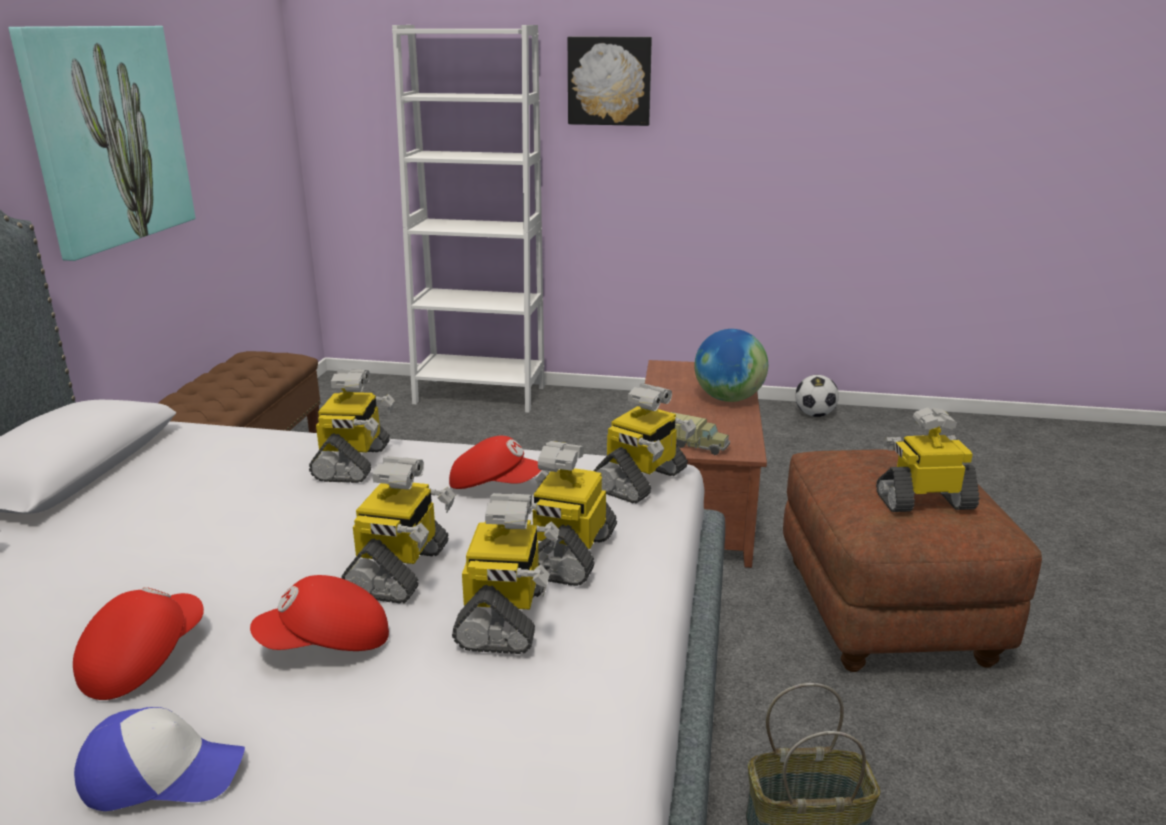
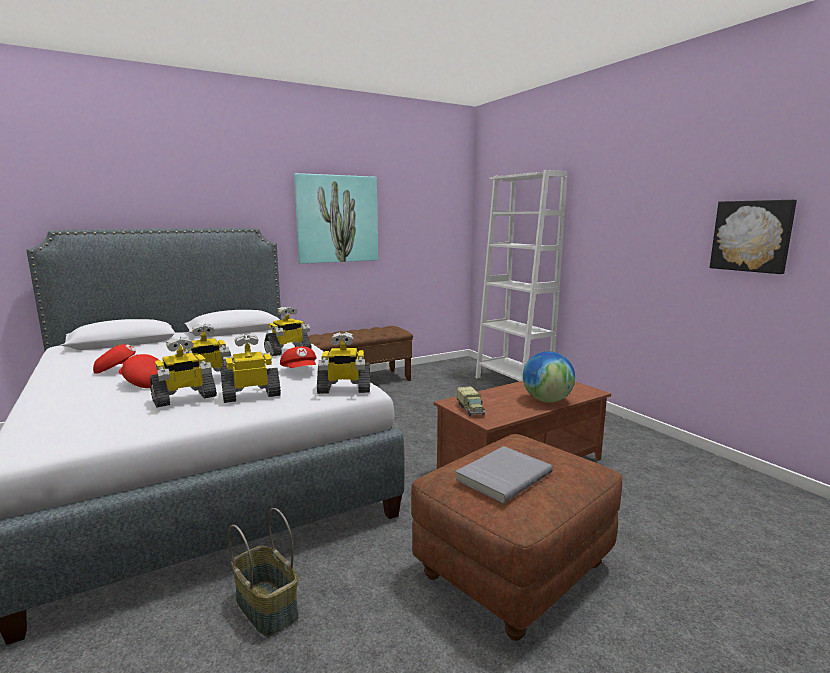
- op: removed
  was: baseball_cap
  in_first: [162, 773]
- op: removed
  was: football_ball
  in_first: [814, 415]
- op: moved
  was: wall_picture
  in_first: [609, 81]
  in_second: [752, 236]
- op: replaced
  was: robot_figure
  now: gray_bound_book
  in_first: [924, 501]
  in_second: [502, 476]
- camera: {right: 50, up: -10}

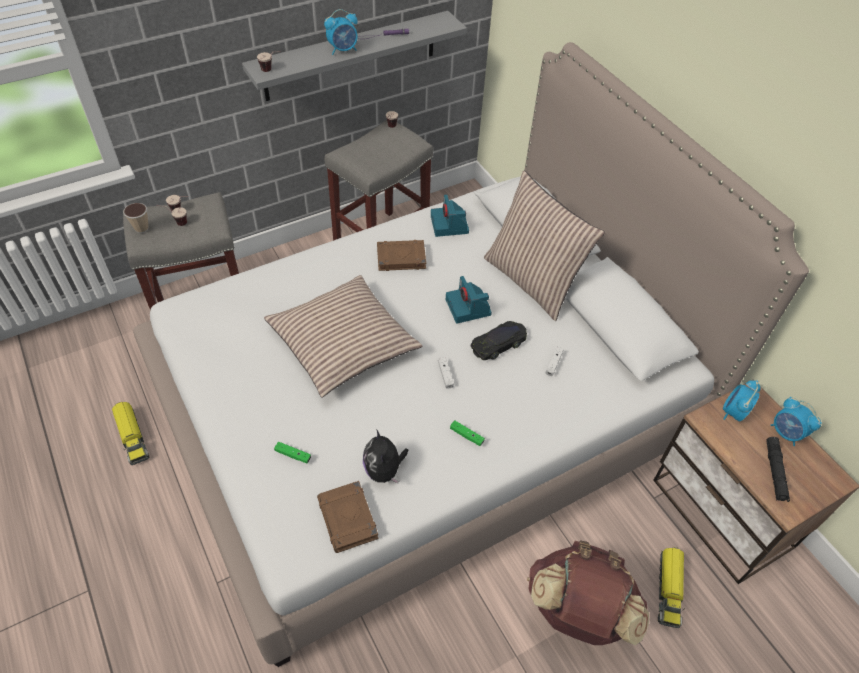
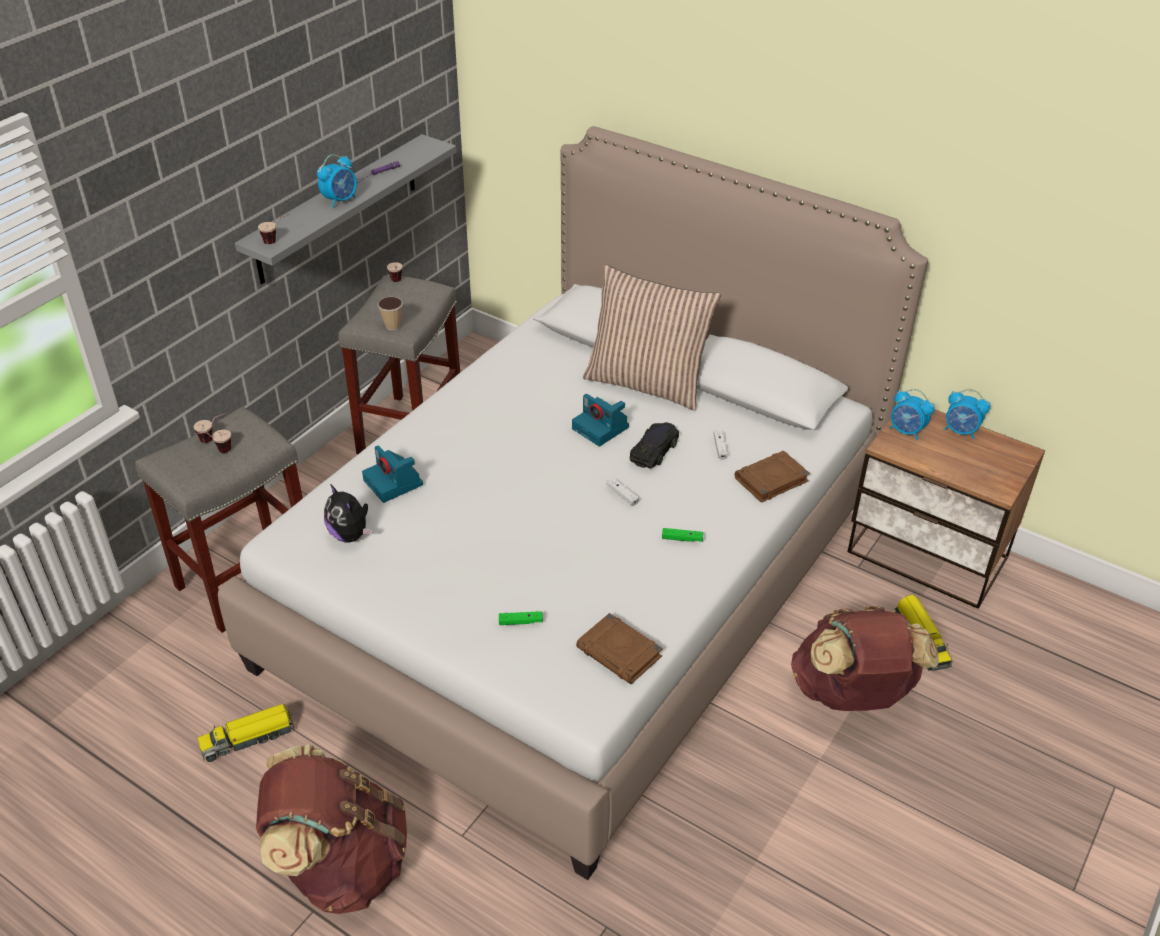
- op: removed
  was: cushion
  in_first: [343, 343]
- op: removed
  was: black_flashlight
  in_first: [775, 472]
- op: added
  now: brown_backpack
  in_second: [341, 865]
- op: moved
  was: cup
  in_first: [141, 228]
  in_second: [392, 326]
- op: moved
  was: cuddly_toy
  in_first: [384, 470]
  in_second: [350, 535]
- op: moved
  was: brown_bound_book
  in_first: [400, 258]
  in_second: [771, 480]
- op: moved
  was: still_camera
  in_first: [450, 225]
  in_second: [394, 483]
- op: turned
  was: model_truck
  in_first: [132, 436]
  in_second: [248, 738]
  clockwise: 120
- op: turned
  was: alarm_clock
  in_first: [733, 412]
  in_second: [906, 431]
  clockwise: -60
- camera: {right: -25, up: -10}

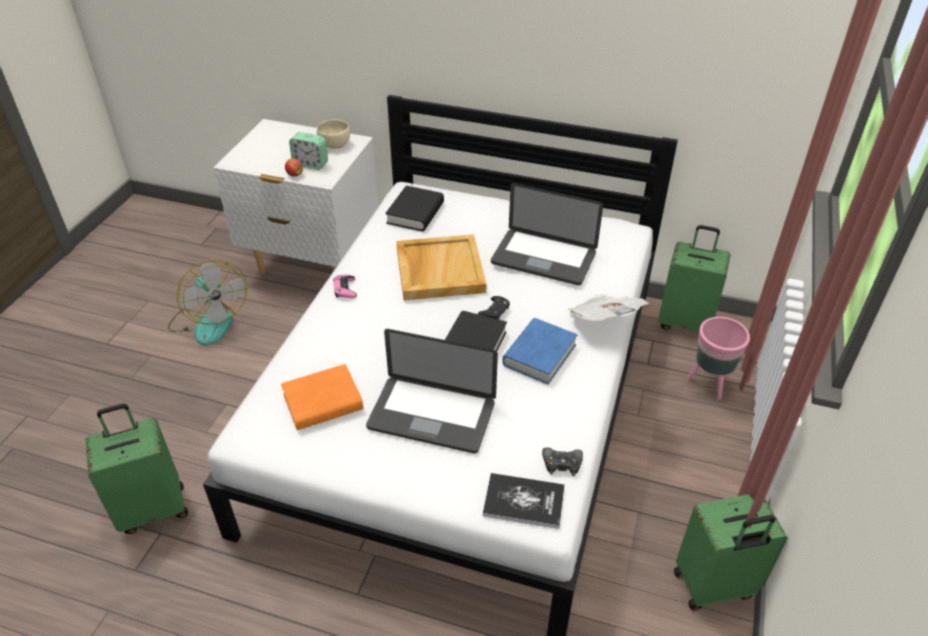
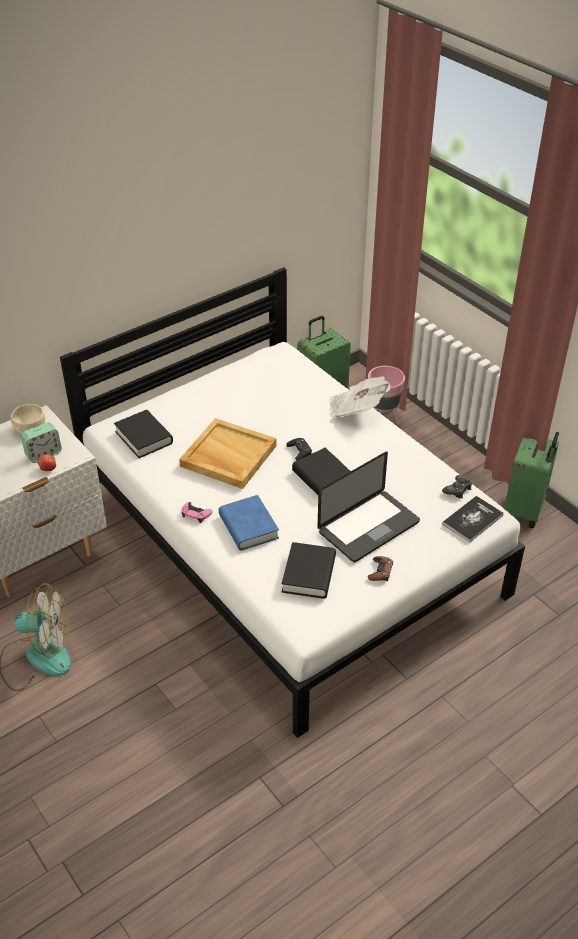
- op: removed
  was: green-coloured_piece_of_luggage
  in_first: [153, 508]
- op: removed
  was: notebook_computer
  in_first: [543, 258]
- op: added
  now: brown_gamepad
  in_second: [380, 571]
- op: moved
  was: blue-coloured_bound_book
  in_first: [539, 355]
  in_second: [248, 527]
- op: recoloured
  was: orangey_bound_book
  now: black_bound_book
  in_first: [323, 402]
  in_second: [309, 574]
- camera: {right: -55, up: 0}

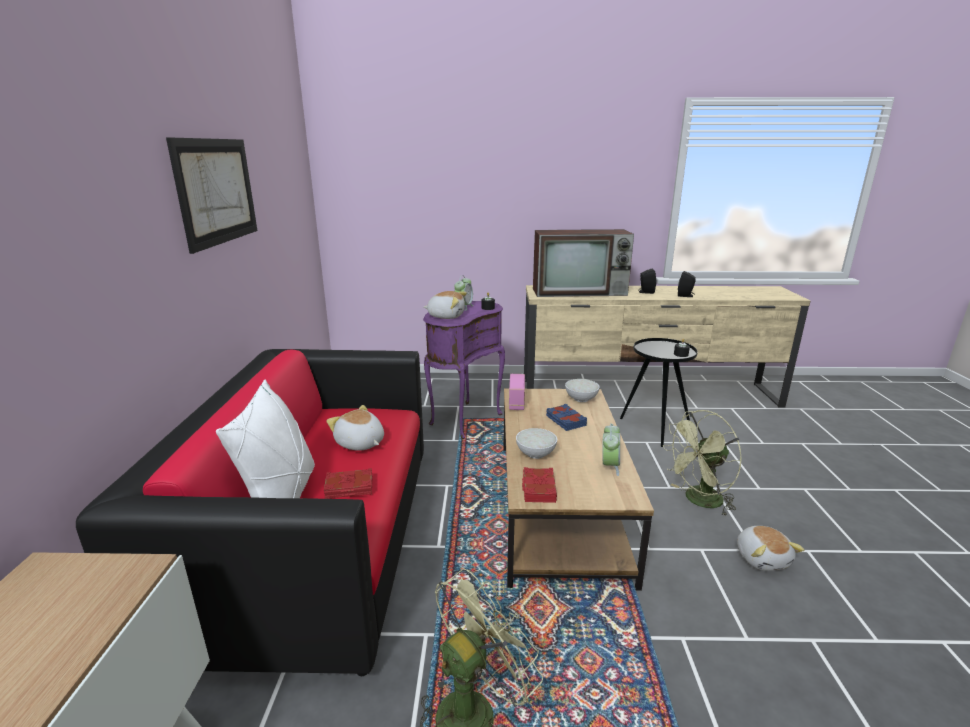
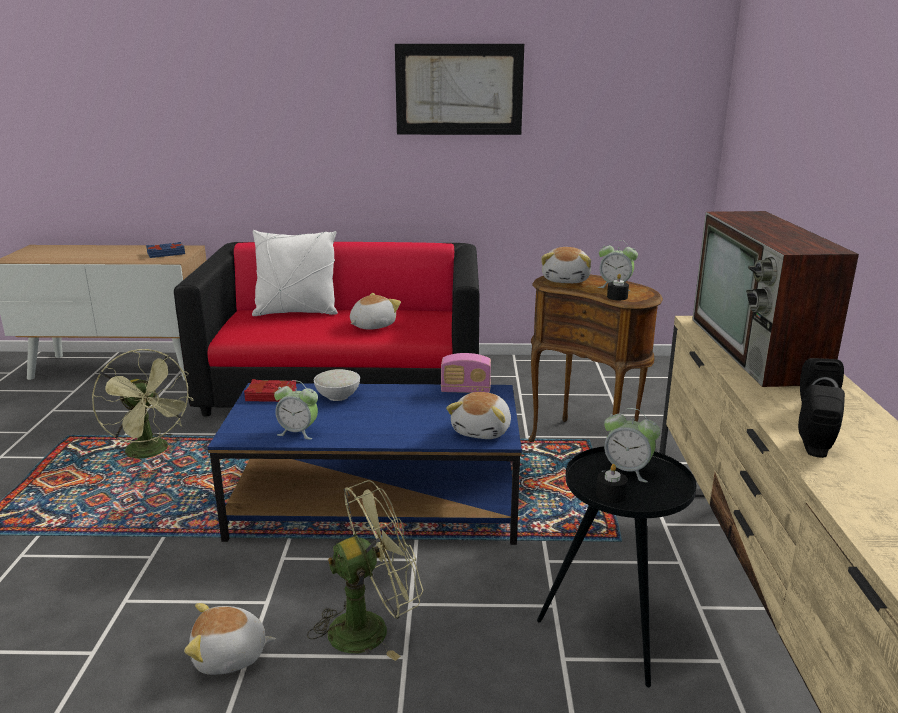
- op: removed
  was: red-coloured_bound_book
  in_first: [349, 488]
- op: added
  now: alarm_clock
  in_second: [627, 471]
- op: moved
  was: blue-coloured_bound_book
  in_first: [565, 421]
  in_second: [166, 253]
- op: replaced
  was: white-coloured_serving_bowl
  now: cuddly_toy
  in_first: [581, 398]
  in_second: [482, 431]
- op: recoloured
  was: purple_accent_table
  now: brown_accent_table
  in_first: [463, 419]
  in_second: [587, 441]
- op: recoloured
  was: brown_low_table
  now: blue-coloured_low_table
  in_first: [558, 506]
  in_second: [376, 502]
- op: turned
  was: green-coloured_cooling_fan
  in_first: [698, 501]
  in_second: [370, 627]
  clockwise: 90
- camera: {right: 90, up: 0}

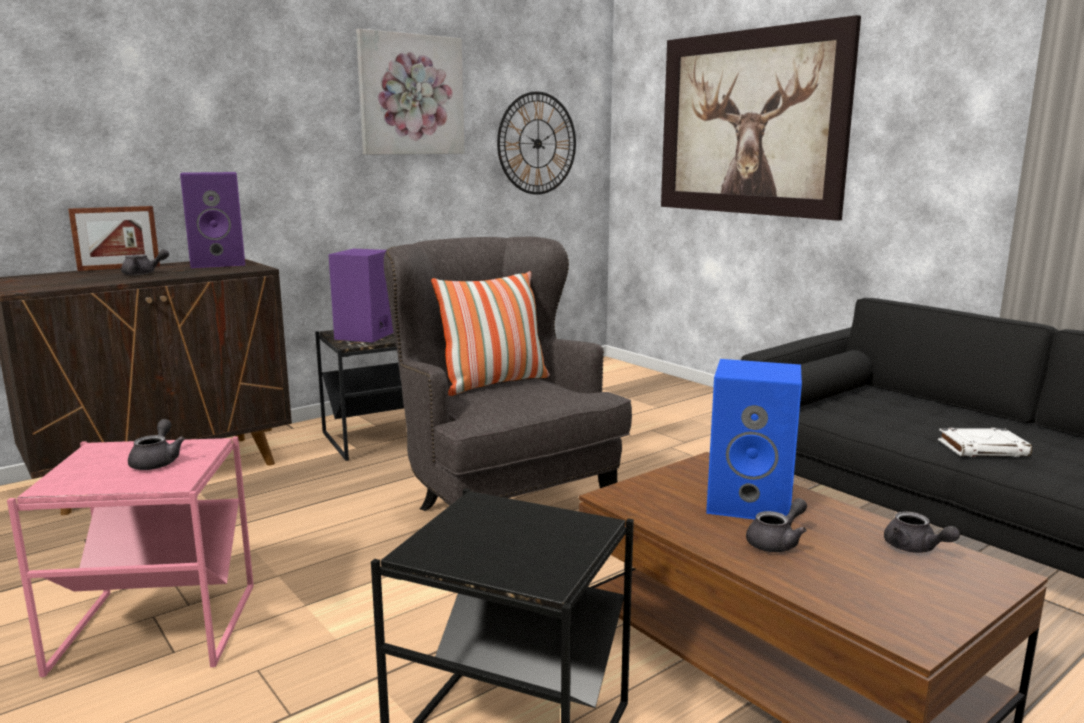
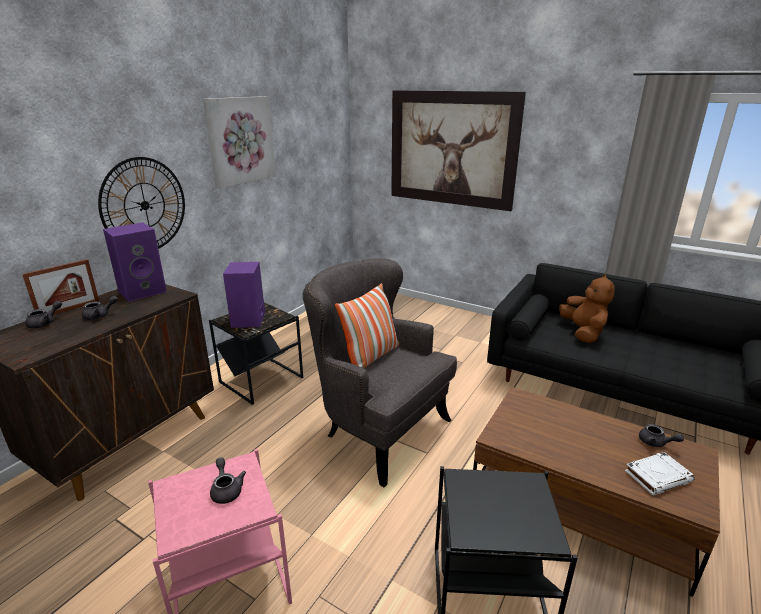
- op: removed
  was: blue-coloured_speaker
  in_first: [751, 503]
- op: added
  now: brown_cuddly_toy
  in_second: [583, 332]
- op: moved
  was: hanging_clock
  in_first: [537, 143]
  in_second: [144, 205]
- op: moved
  was: gray_pot_for_tea
  in_first: [777, 542]
  in_second: [45, 323]
- op: moved
  was: white-coloured_bound_book
  in_first: [983, 448]
  in_second: [658, 476]
- camera: {right: -20, up: 10}

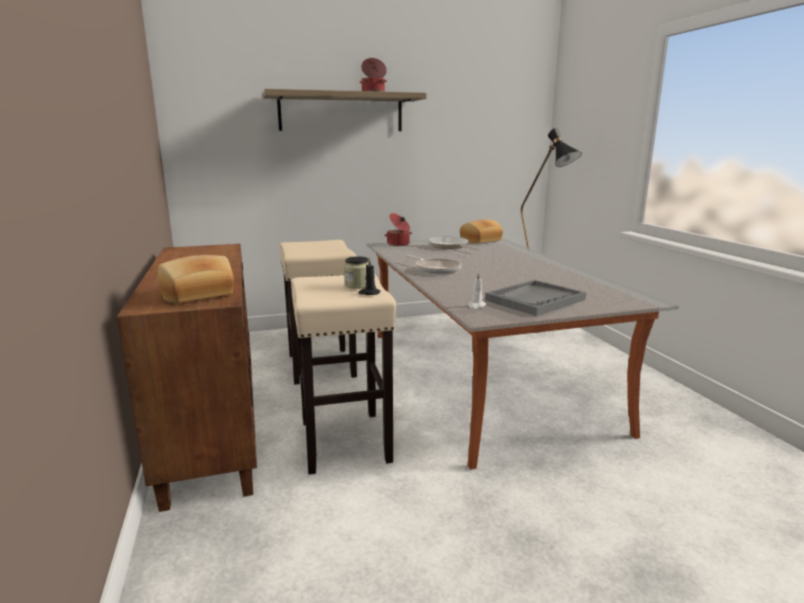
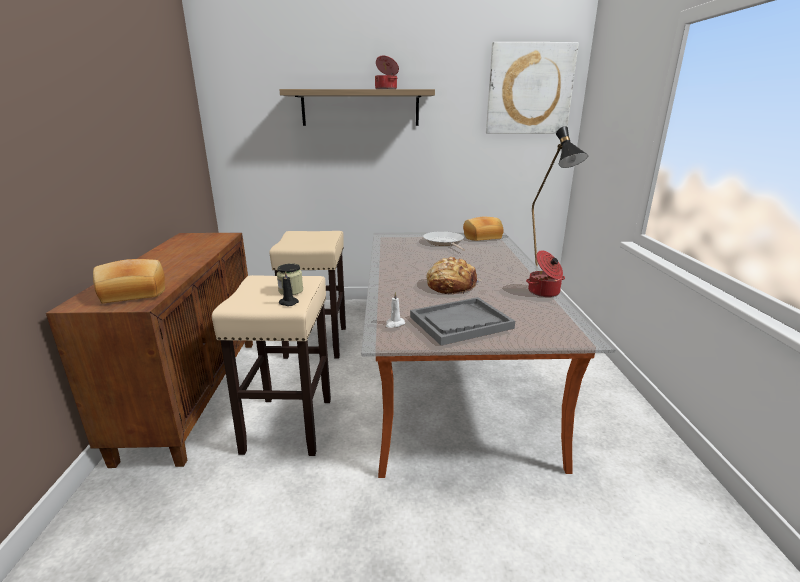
- op: removed
  was: frying_pan
  in_first: [435, 269]
- op: added
  now: bread
  in_second: [451, 285]
- op: added
  now: wall_picture
  in_second: [529, 89]
- op: moved
  was: stockpot
  in_first: [398, 244]
  in_second: [544, 292]
- camera: {right: 15, up: 5}

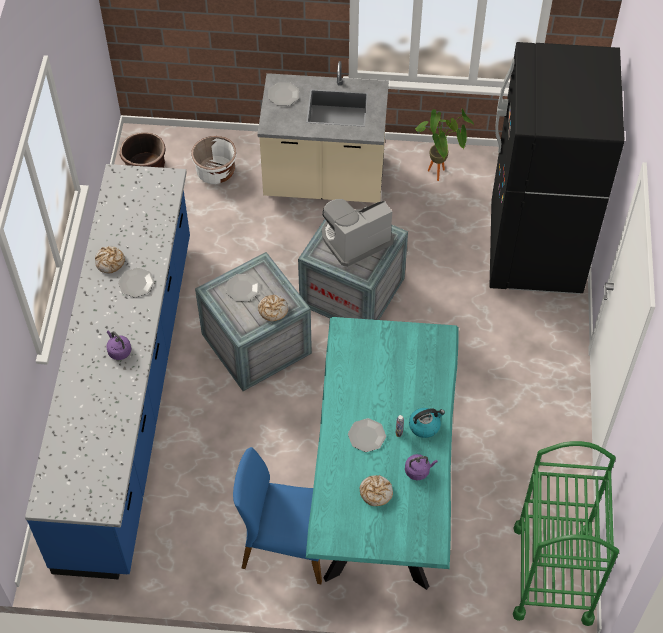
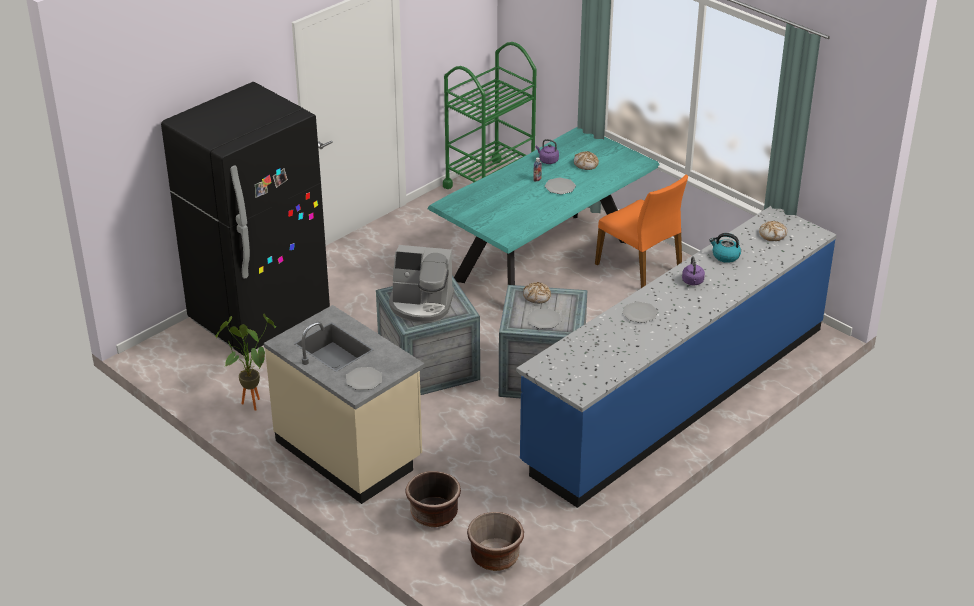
- op: moved
  was: bread
  in_first: [110, 262]
  in_second: [772, 234]
- op: moved
  was: kettle
  in_first: [425, 426]
  in_second: [725, 256]
- op: recoloured
  was: white-coloured_plant_pot
  now: brown_plant_pot
  in_first: [215, 172]
  in_second: [434, 515]
- op: recoloured
  was: blue-coloured_plain_chair
  now: orangey_plain_chair
  in_first: [286, 544]
  in_second: [640, 268]
- camera: {right: -140, up: -20}

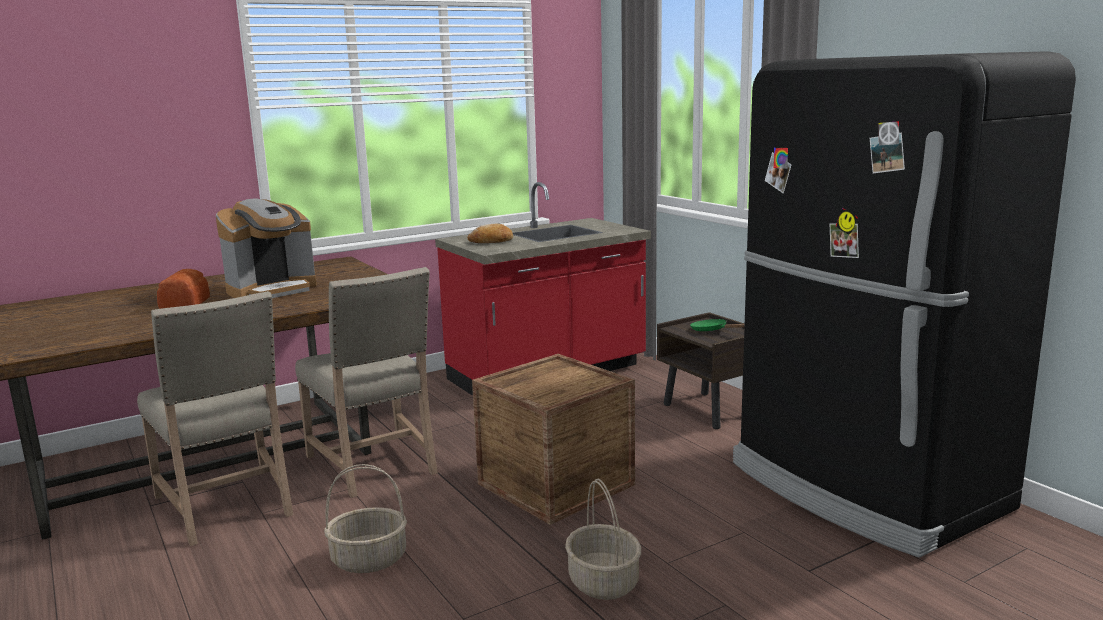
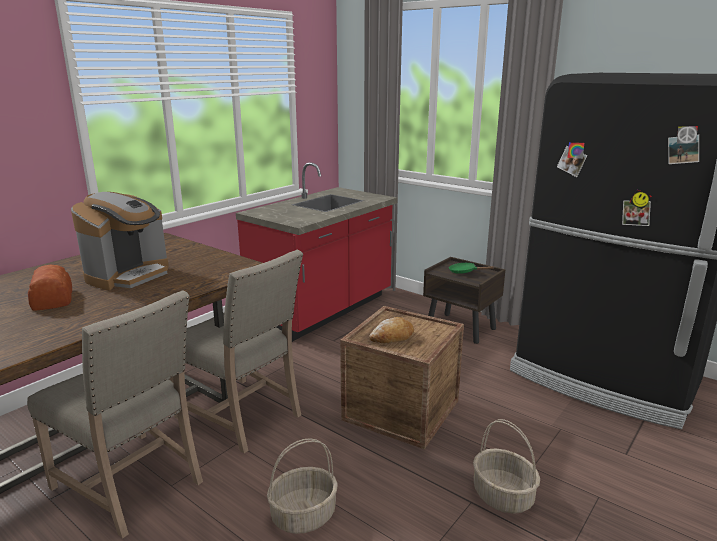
- op: moved
  was: bread
  in_first: [491, 241]
  in_second: [392, 337]
- camera: {right: -20, up: 5}

